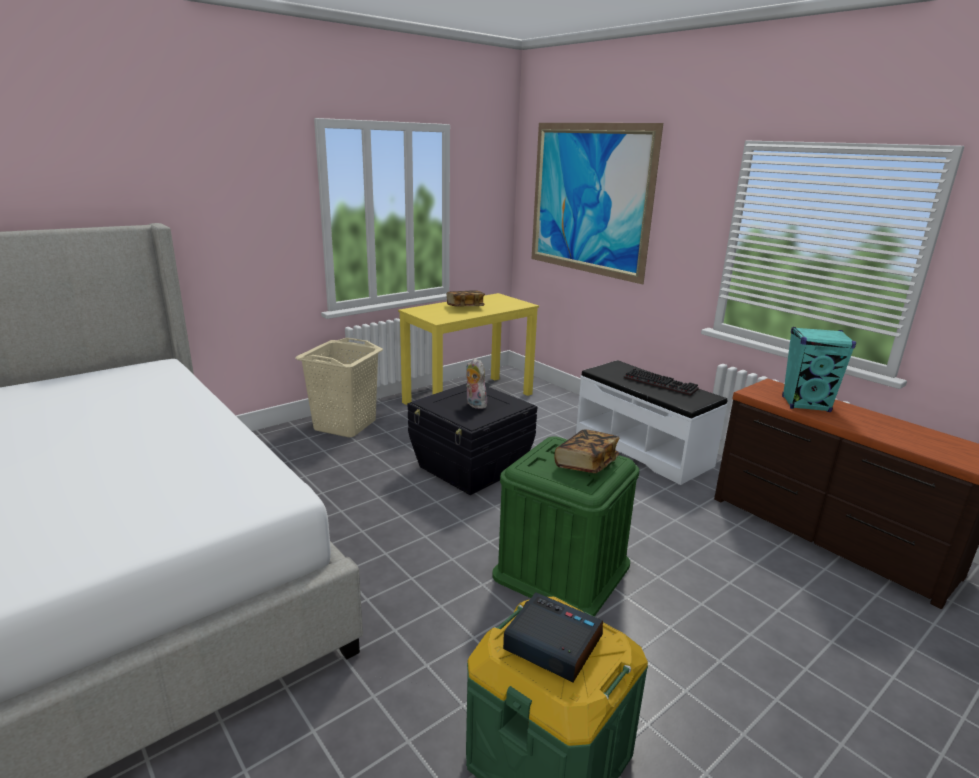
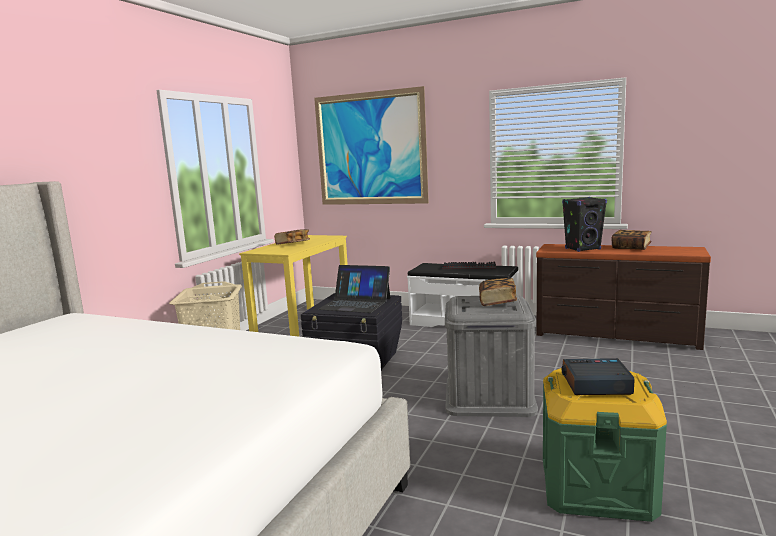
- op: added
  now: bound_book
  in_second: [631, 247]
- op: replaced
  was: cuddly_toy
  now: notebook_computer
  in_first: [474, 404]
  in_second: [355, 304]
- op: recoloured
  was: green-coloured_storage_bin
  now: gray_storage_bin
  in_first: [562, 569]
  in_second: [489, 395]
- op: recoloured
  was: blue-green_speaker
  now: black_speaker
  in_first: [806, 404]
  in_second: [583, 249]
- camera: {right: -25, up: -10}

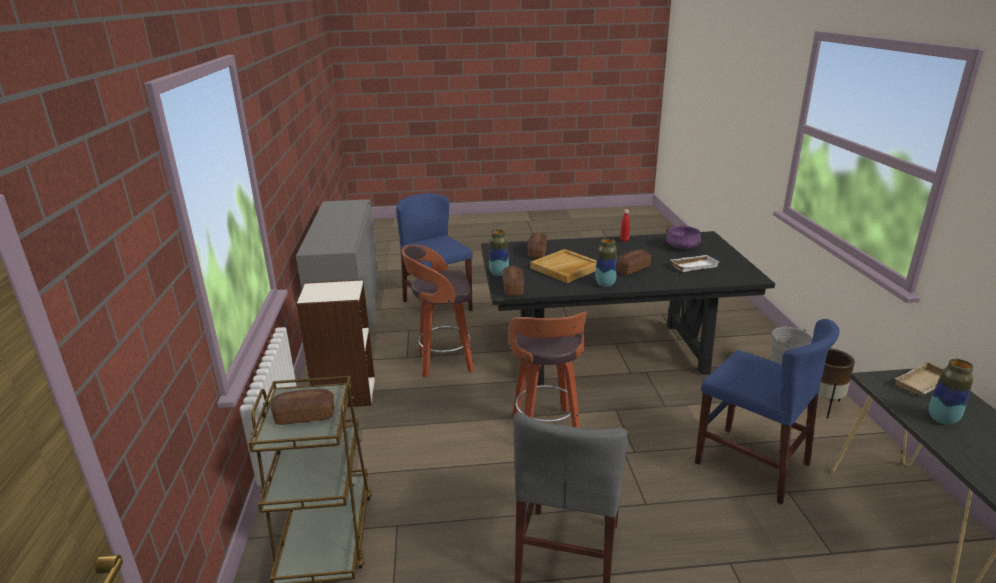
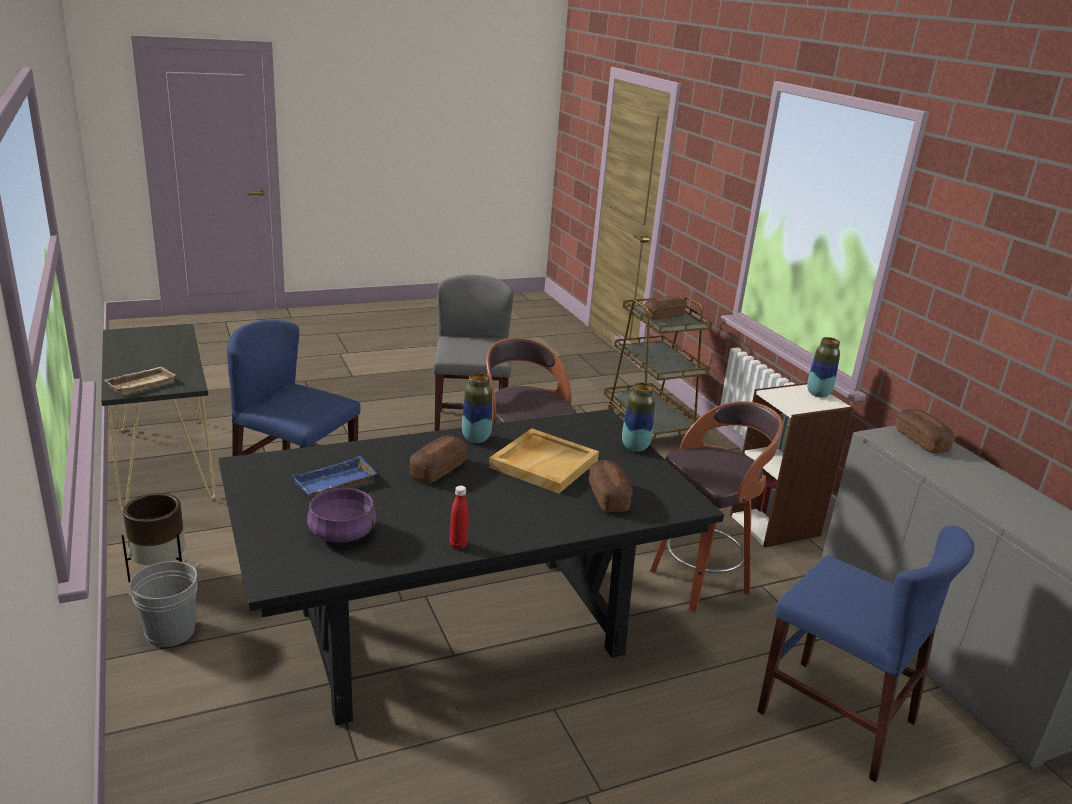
- op: moved
  was: bread
  in_first: [513, 288]
  in_second: [921, 440]
- op: moved
  was: flower_vase
  in_first: [942, 419]
  in_second: [818, 394]
- op: recoloured
  was: white-coloured_carrying_tray
  now: blue-coloured_carrying_tray
  in_first: [694, 265]
  in_second: [335, 484]
- camera: {right: 160, up: 0}

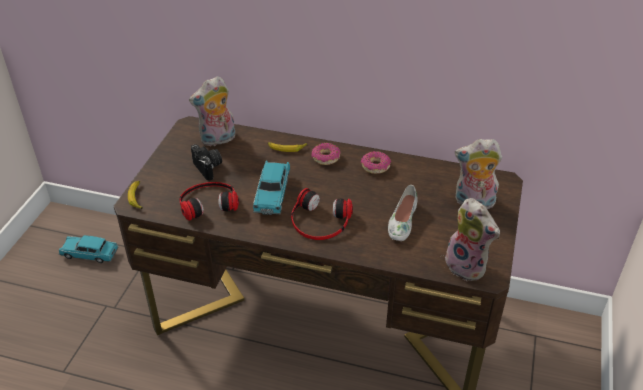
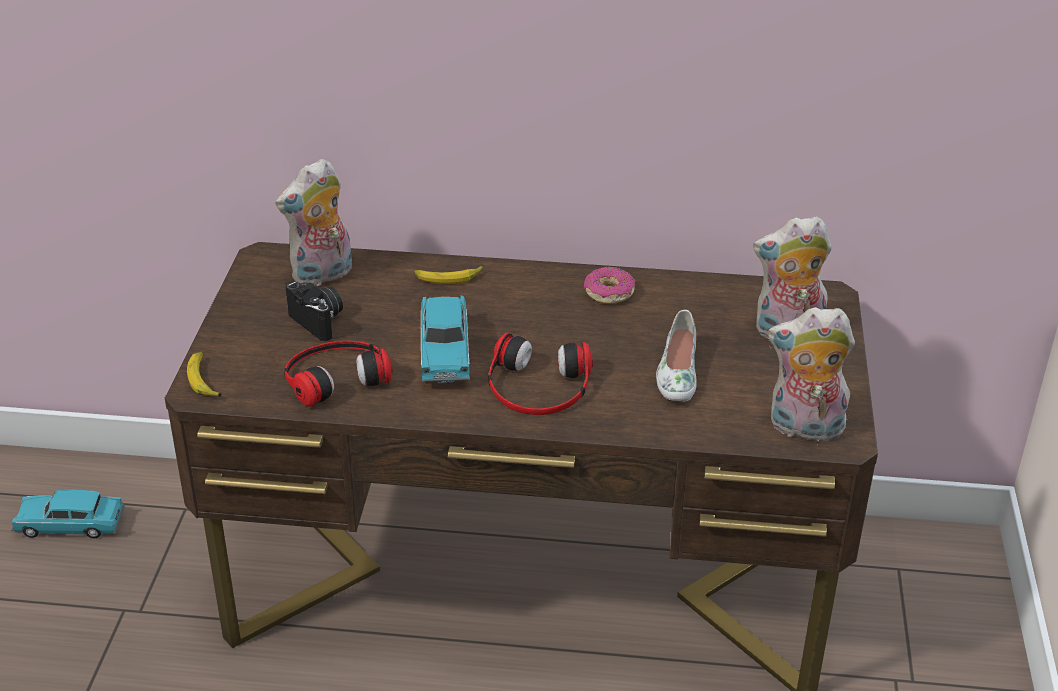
- op: removed
  was: donut
  in_first: [325, 158]
- op: turned
  was: cuddly_toy
  in_first: [468, 266]
  in_second: [804, 429]
  clockwise: 150
- camera: {right: -10, up: -5}

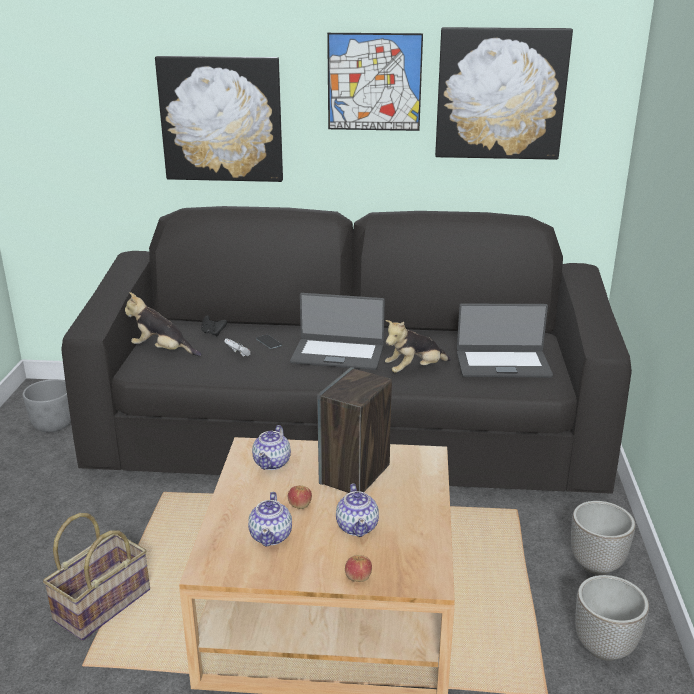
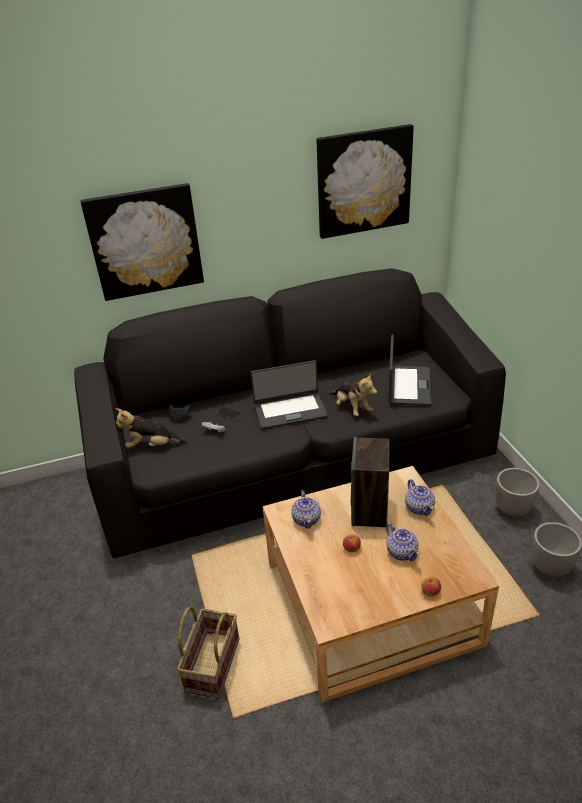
- op: removed
  was: gray_plant_pot
  in_first: [54, 425]
- op: removed
  was: wall_picture
  in_first: [374, 82]
- op: moved
  was: pot_for_tea
  in_first: [271, 536]
  in_second: [419, 507]
- op: turned
  was: cuddly_toy
  in_first: [414, 370]
  in_second: [352, 408]
  clockwise: -75
- op: turned
  was: notebook_computer
  in_first: [502, 364]
  in_second: [408, 386]
  clockwise: -60
- camera: {right: -20, up: 10}

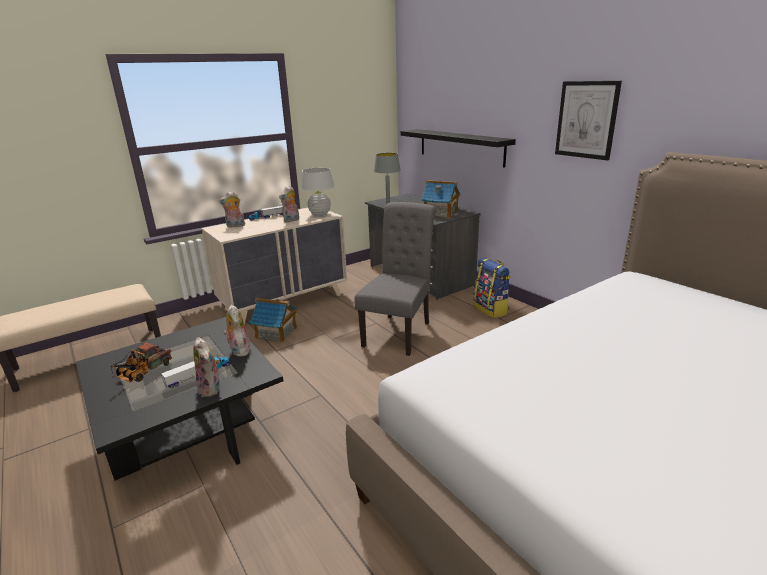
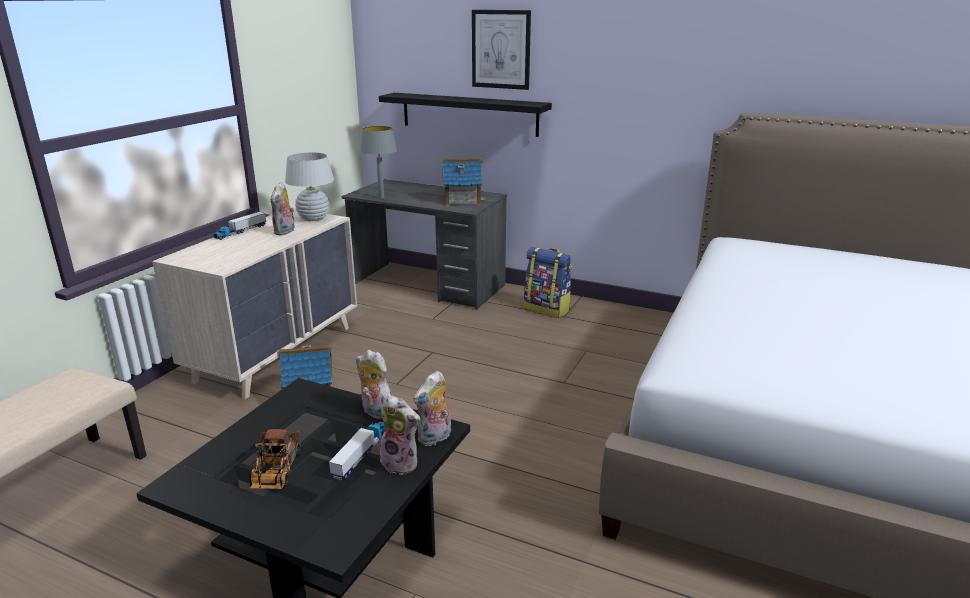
- op: removed
  was: gray_plain_chair
  in_first: [399, 332]
- op: moved
  was: cuddly_toy
  in_first: [235, 226]
  in_second: [435, 438]
- op: moved
  was: wall_picture
  in_first: [586, 120]
  in_second: [501, 49]
- camera: {right: -30, up: 0}

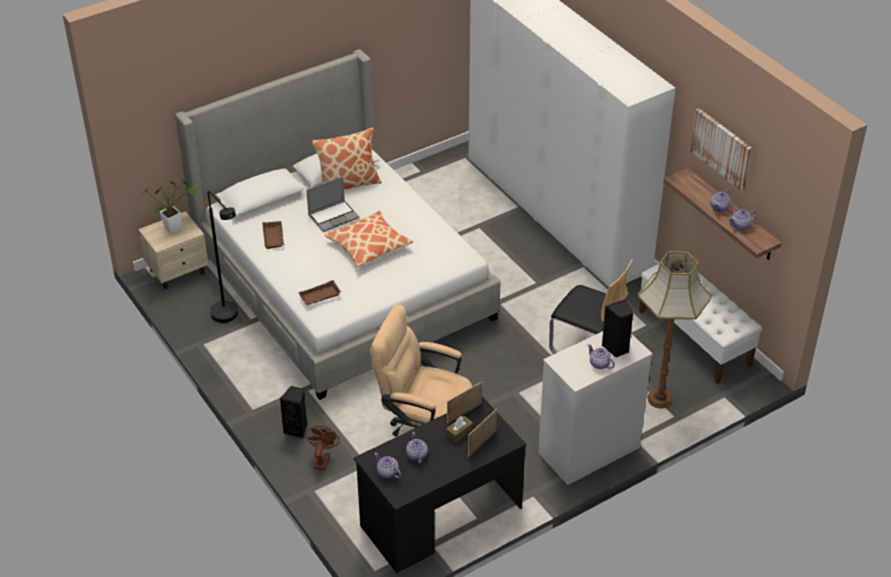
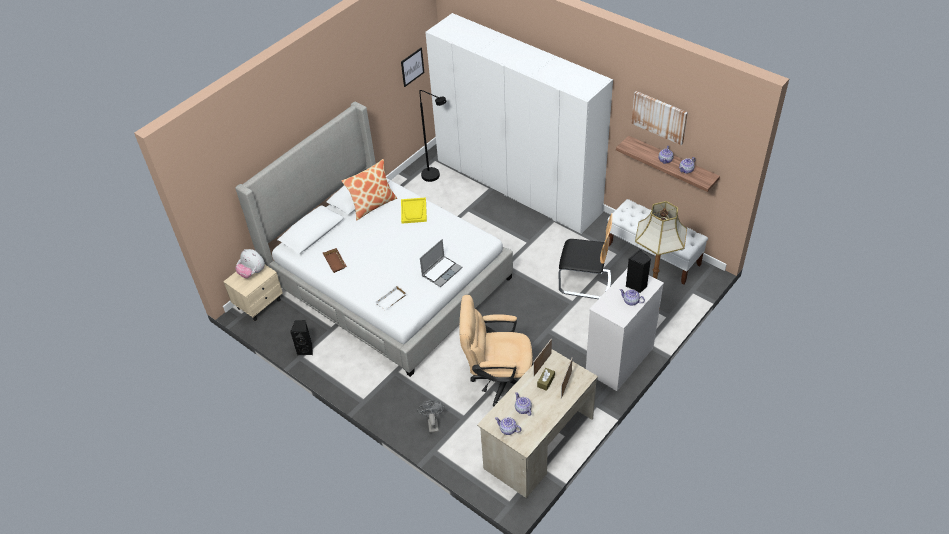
- op: removed
  was: cushion
  in_first: [369, 246]
- op: added
  now: wall_picture
  in_second: [412, 67]
- op: added
  now: yellow_carrying_tray
  in_second: [414, 211]
- op: moved
  was: black_floor_lamp
  in_first: [229, 317]
  in_second: [435, 177]
- op: moved
  was: black_speaker
  in_first: [297, 429]
  in_second: [306, 349]
- op: moved
  was: notebook_computer
  in_first: [333, 216]
  in_second: [442, 271]
- op: replaced
  was: houseplant
  now: cuddly_toy
  in_first: [176, 228]
  in_second: [252, 272]
- op: recoloured
  was: brown_carrying_tray
  now: white-coloured_carrying_tray
  in_first: [319, 297]
  in_second: [391, 300]
- op: recoloured
  was: brown_cooling_fan
  now: gray_cooling_fan
  in_first: [322, 459]
  in_second: [432, 423]
- op: recoloured
  was: black_desk
  now: beige_desk
  in_first: [441, 517]
  in_second: [538, 443]
- camera: {right: -15, up: 5}

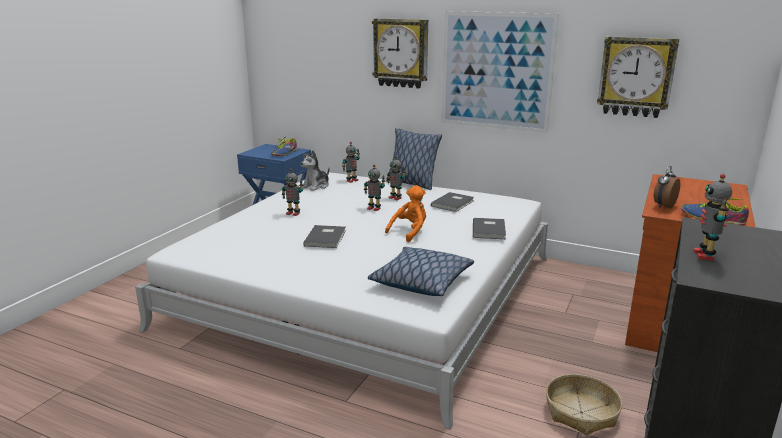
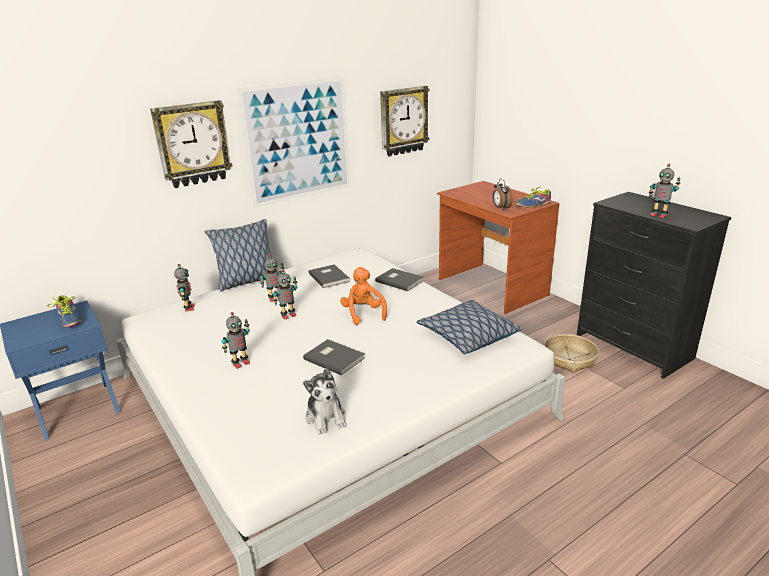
- op: moved
  was: cuddly_toy
  in_first: [316, 186]
  in_second: [326, 417]
- camera: {right: -60, up: 5}

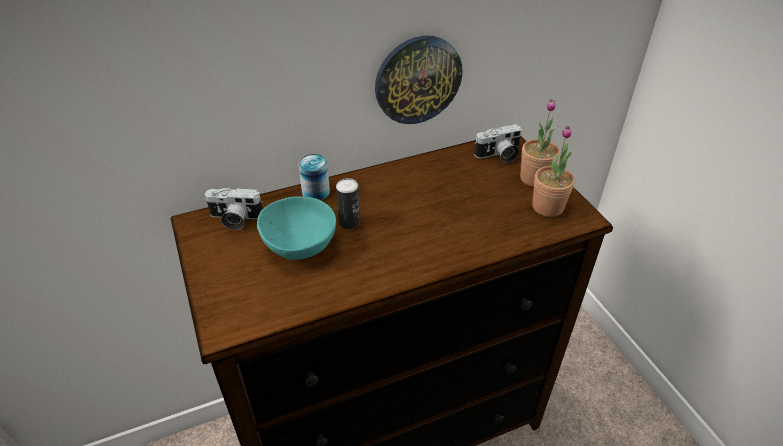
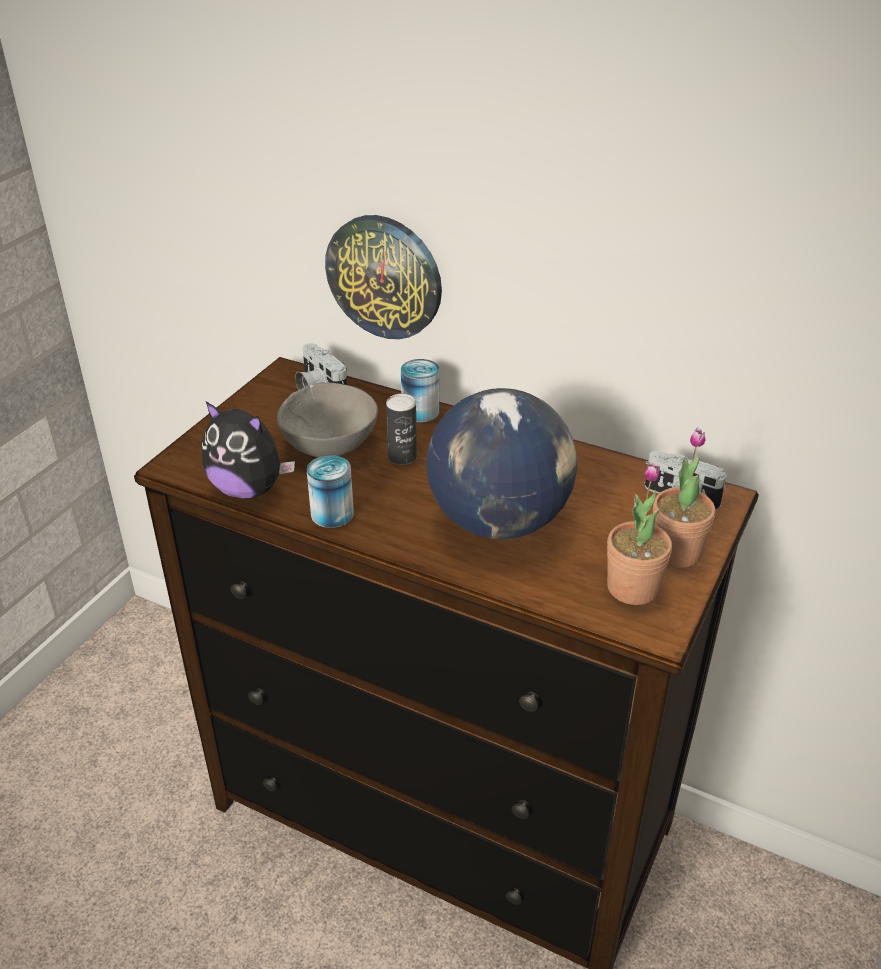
- op: added
  now: cuddly_toy
  in_second: [248, 489]
- op: added
  now: can
  in_second: [332, 514]
- op: added
  now: world_globe
  in_second: [500, 522]
- op: moved
  was: hanging_clock
  in_first: [417, 80]
  in_second: [384, 276]
- op: recoloured
  was: blue-green_serving_bowl
  now: gray_serving_bowl
  in_first: [300, 246]
  in_second: [329, 446]
- camera: {right: 50, up: -5}

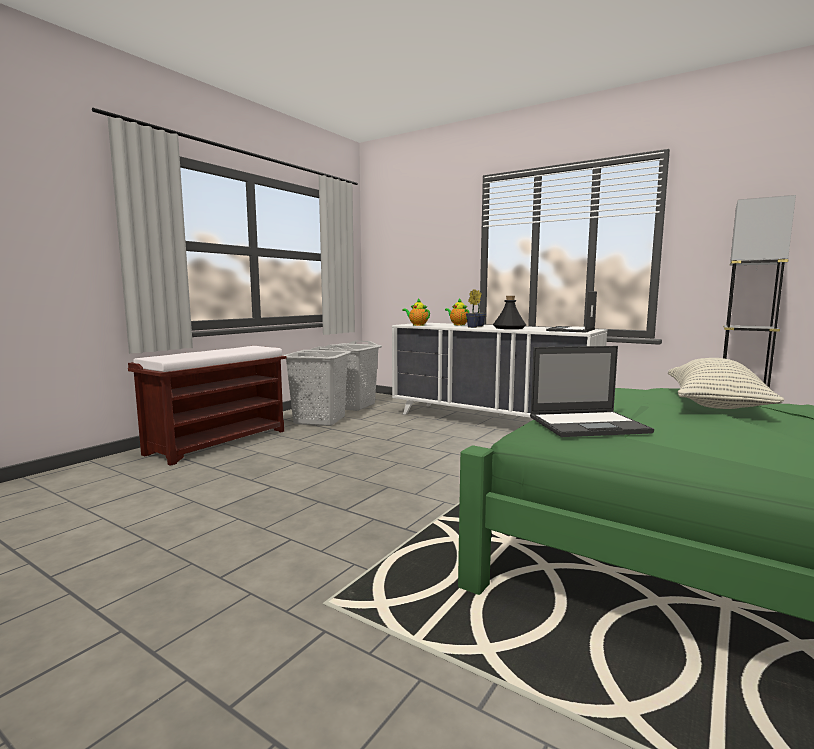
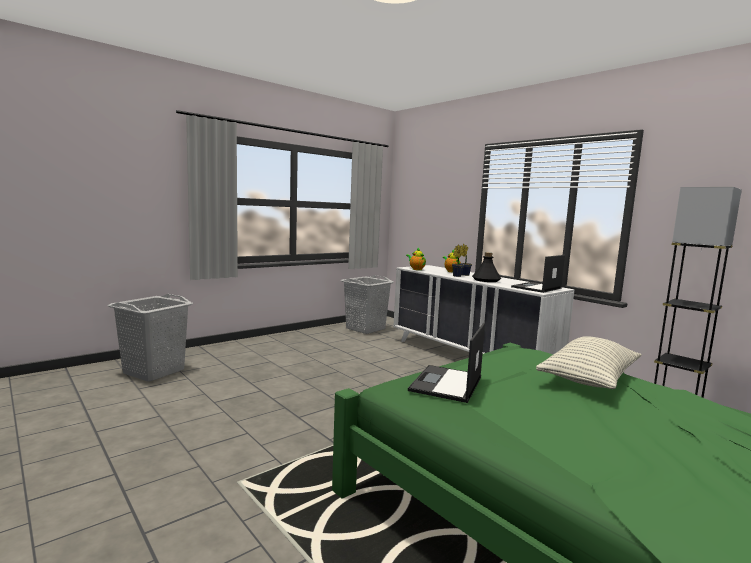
- op: removed
  was: brown_long_seat
  in_first: [219, 442]
- op: moved
  was: gray_laundry_basket
  in_first: [319, 420]
  in_second: [153, 371]
- op: turned
  was: notebook_computer
  in_first: [589, 424]
  in_second: [446, 384]
  clockwise: 105
- camera: {right: 15, up: 0}

